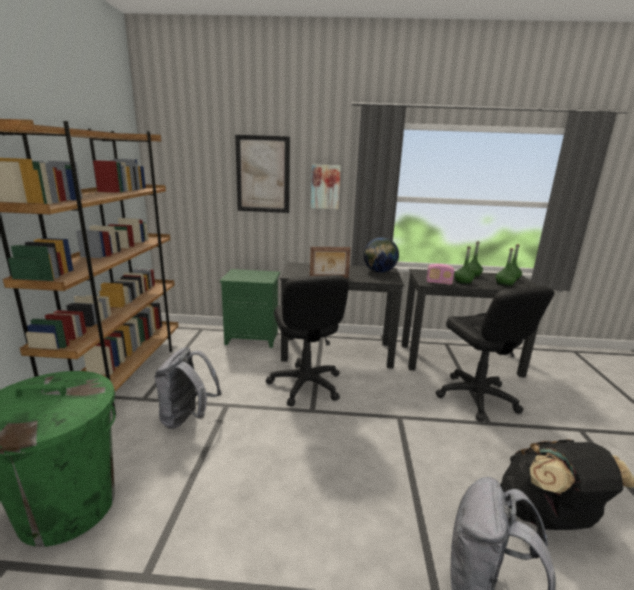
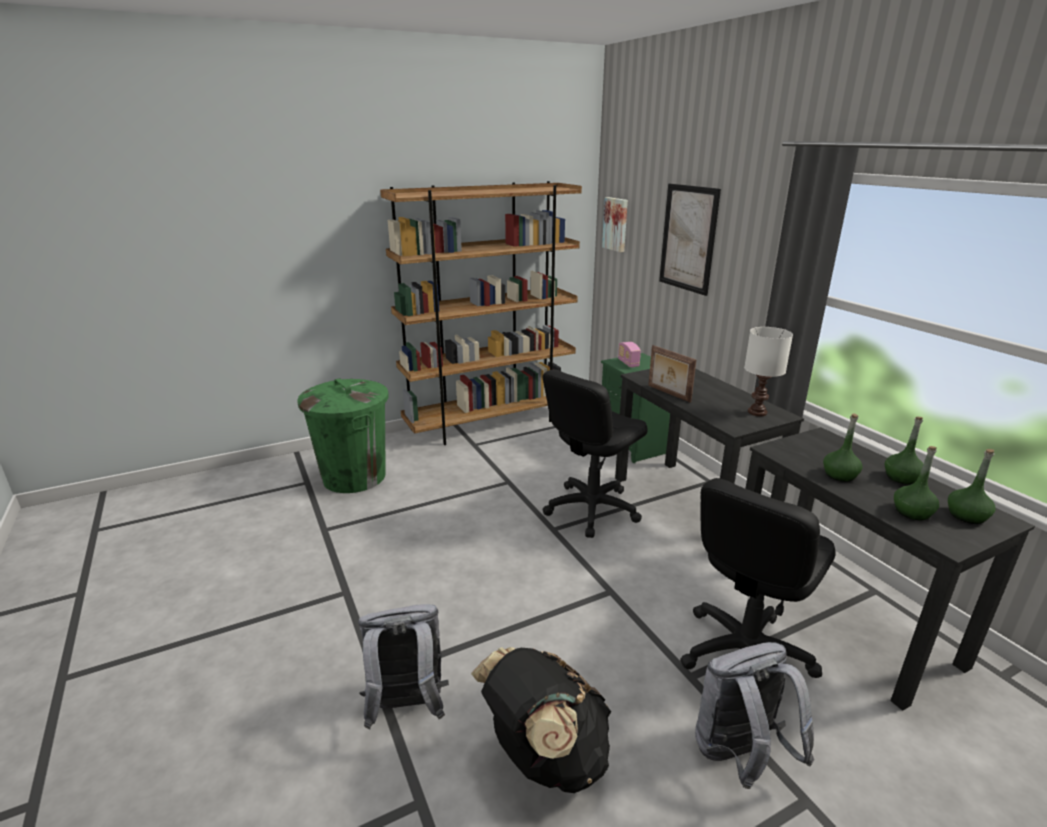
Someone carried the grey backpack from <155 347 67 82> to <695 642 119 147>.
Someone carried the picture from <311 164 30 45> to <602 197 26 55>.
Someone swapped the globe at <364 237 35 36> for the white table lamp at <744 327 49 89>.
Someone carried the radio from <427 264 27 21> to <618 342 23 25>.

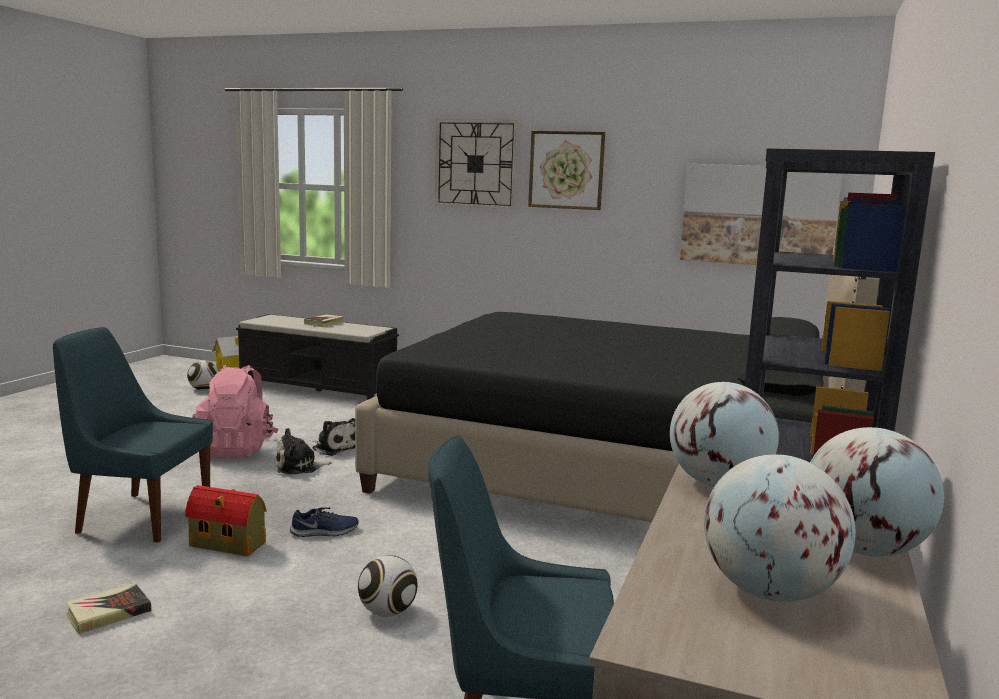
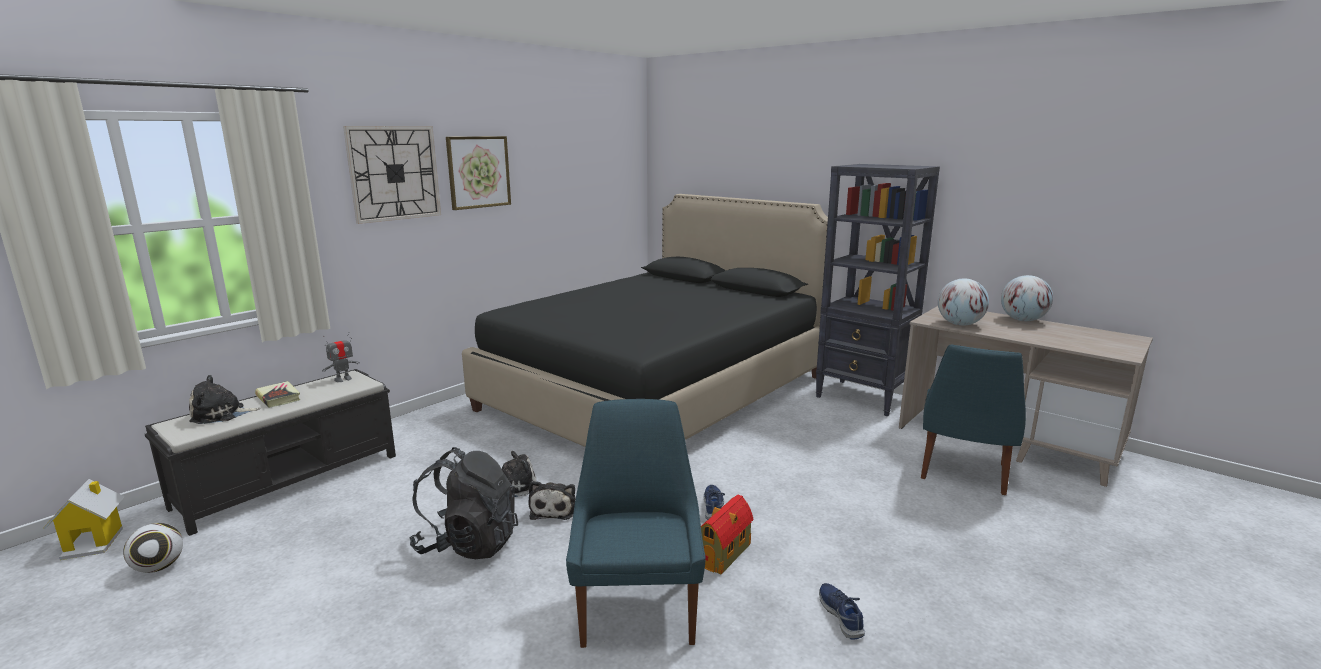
Someone rotated the blue chair at <53 327 160 216> by 150 degrees clockwise.
Someone swapped the book at <66 583 85 51> for the blue shoe at <819 583 46 57>.
Someone repainted the pink backpack at <192 365 86 93>, which became the black backpack at <409 447 109 112>.
Someone took away the football at <358 555 60 62>.
Someone took away the picture at <680 164 162 101>.
Someone took away the globe at <704 454 152 148>.
Someone put down the plush toy at <189 375 72 49>.
Someone put down the toy robot at <322 332 38 50>.

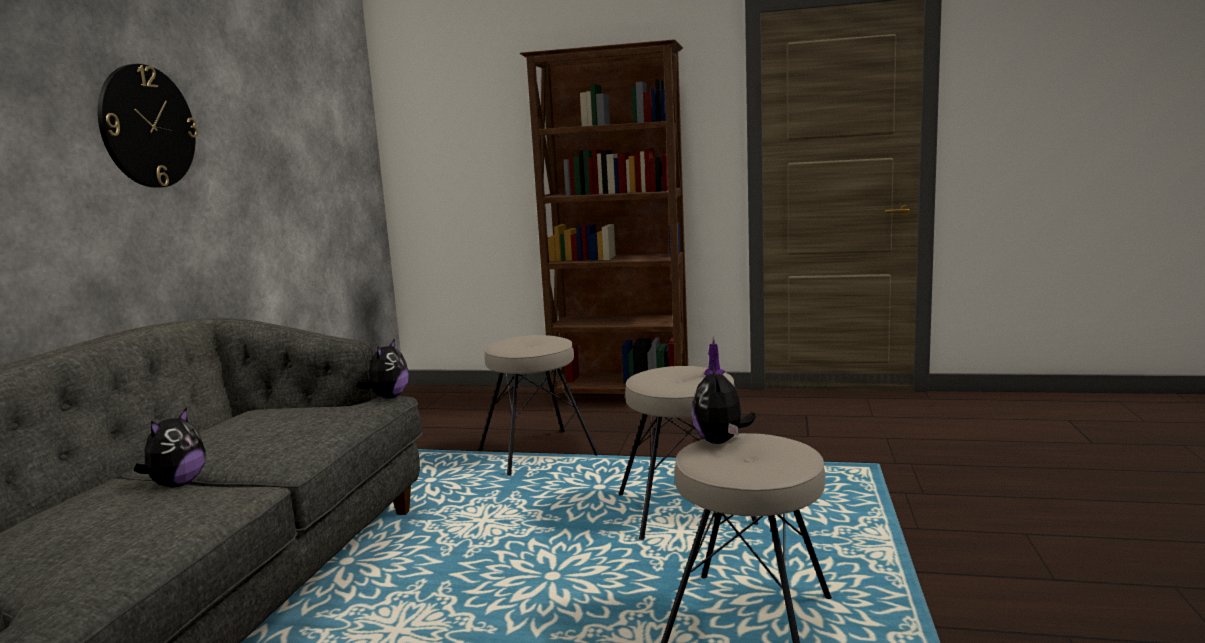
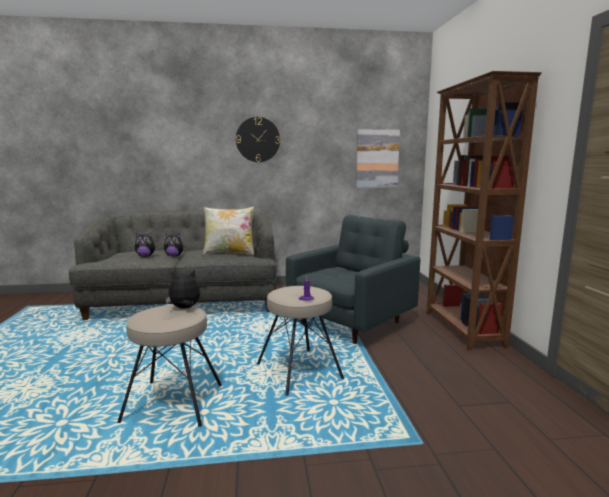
Someone carried the plush toy from <357 338 52 60> to <135 233 23 24>.
Someone swapped the beige stool at <479 335 120 141> for the grey armchair at <286 215 134 129>.
Someone put down the pillow at <203 206 51 49>.
Someone put up the picture at <356 129 44 59>.

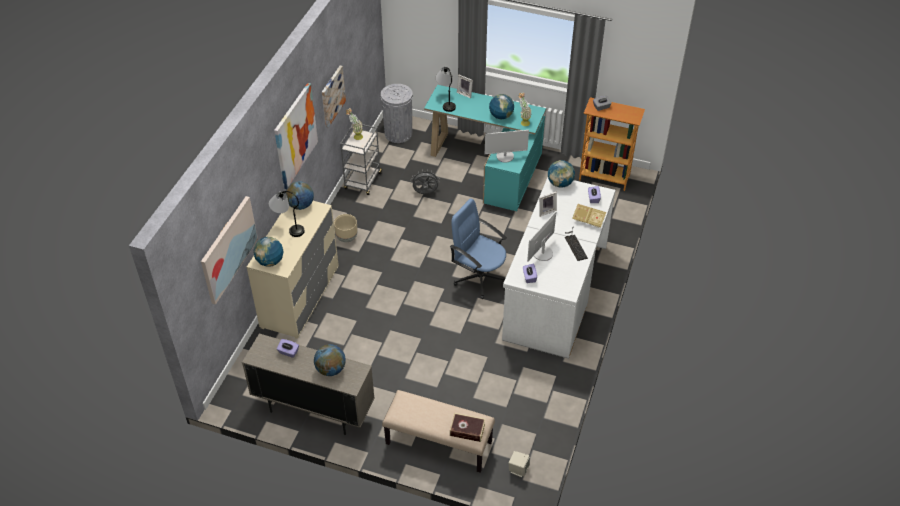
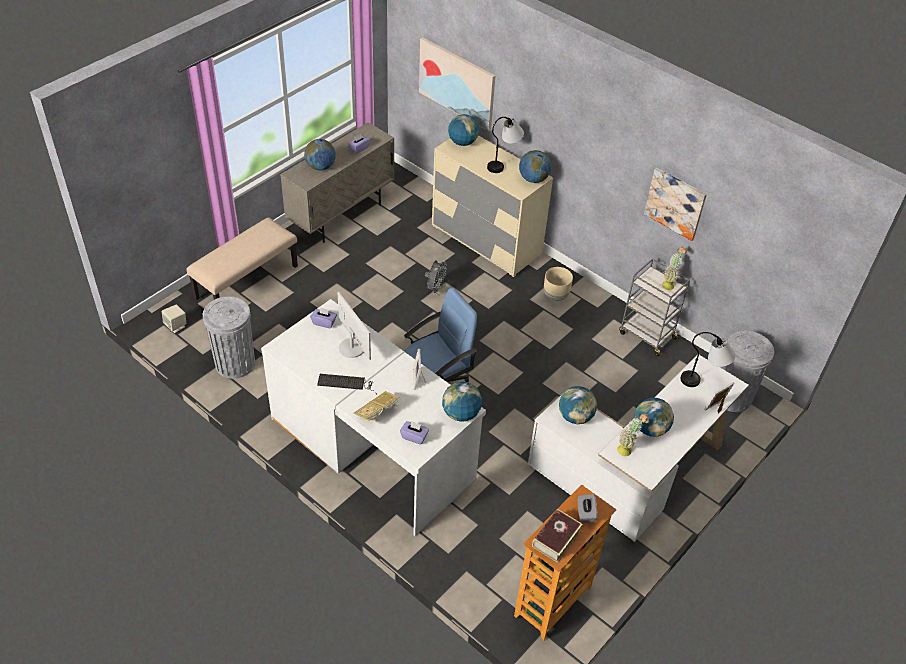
Someone took away the picture at <274 83 44 106>.
Someone carried the grey fan from <411 170 29 24> to <425 260 22 35>.
Someone repainted the turquoise desk at <424 85 122 126>, which became the white desk at <528 354 221 188>.
Someone carried the book from <450 413 35 29> to <532 509 51 54>.
Someone swapped the monitor at <485 130 44 33> for the globe at <559 386 38 38>.
Someone put down the grey trash can at <203 296 52 83>.

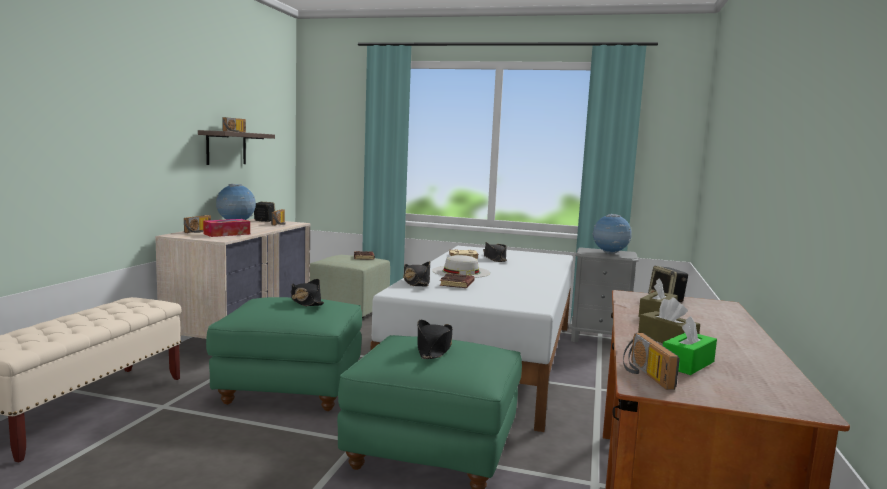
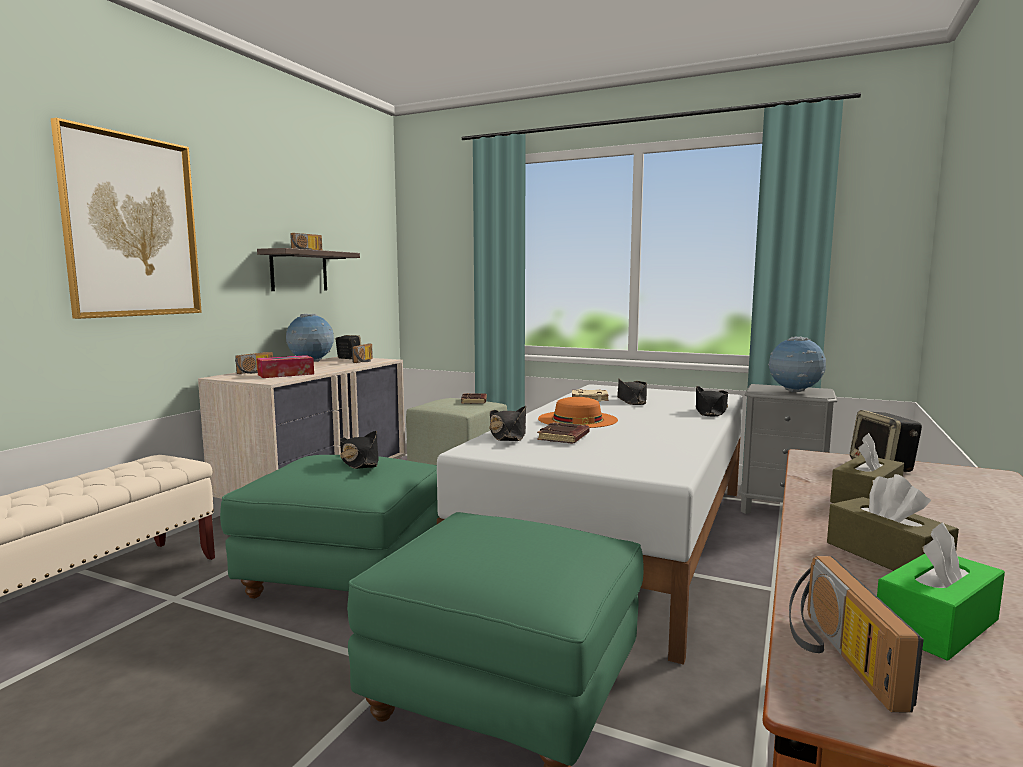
Someone carried the black hat from <418 320 34 39> to <696 386 32 30>.
Someone repainted the white hat at <432 255 59 23>, which became the orange hat at <538 397 80 31>.
Someone put up the picture at <51 118 151 201>.

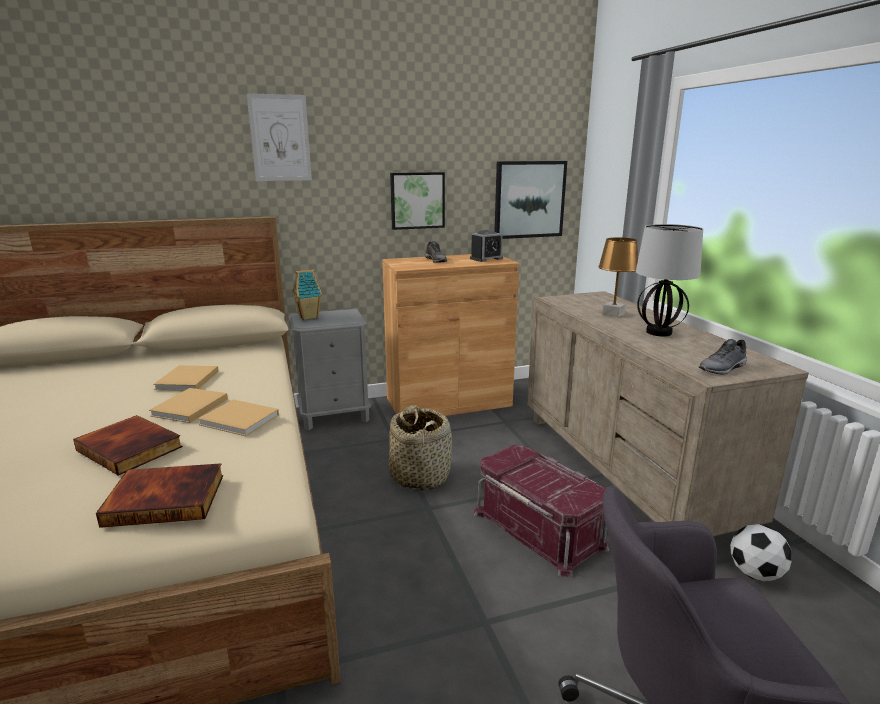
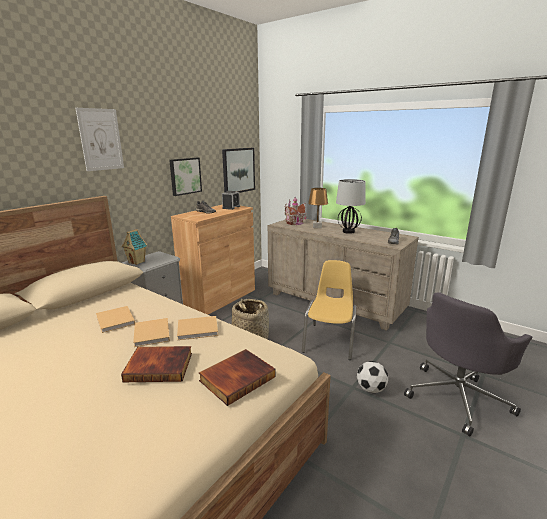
Someone swapped the red storage box at <474 445 135 133> for the yellow chair at <302 260 54 100>.
Someone carried the football from <730 524 62 57> to <357 361 31 32>.
Someone put down the toy house at <285 197 21 28>.

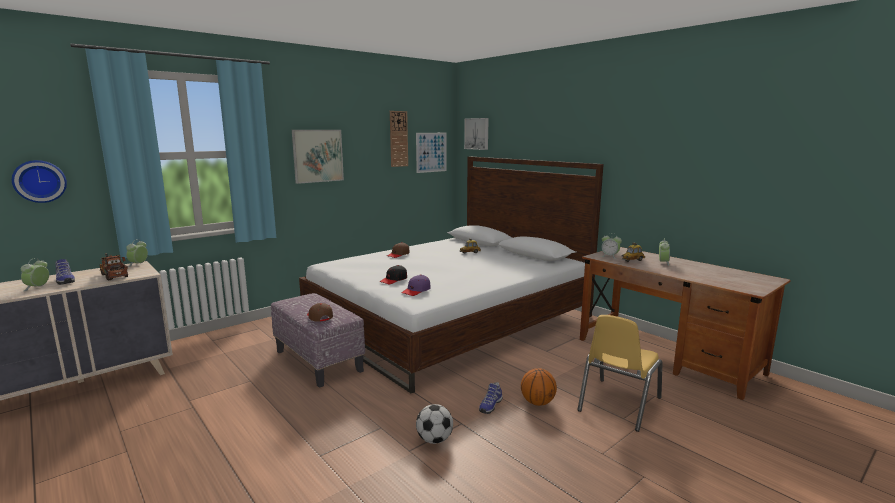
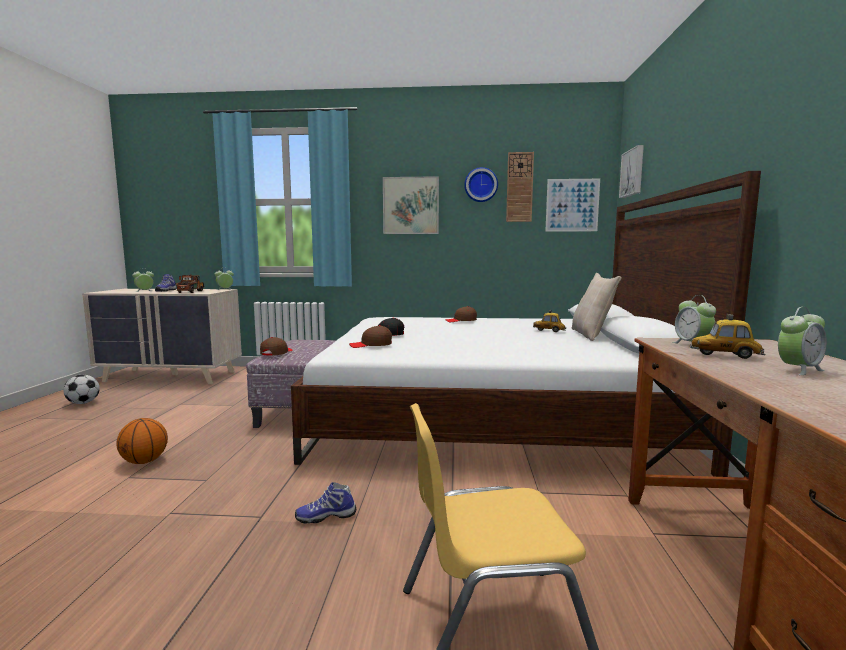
Someone carried the wall clock from <12 160 55 43> to <464 167 34 35>.
Someone repainted the purple cap at <402 275 29 21>, which became the brown cap at <349 325 43 23>.
Someone carried the football from <416 404 37 40> to <63 375 37 29>.
Someone carried the basketball from <521 368 36 38> to <116 418 52 46>.
Someone put down the beige pillow at <572 273 49 68>.

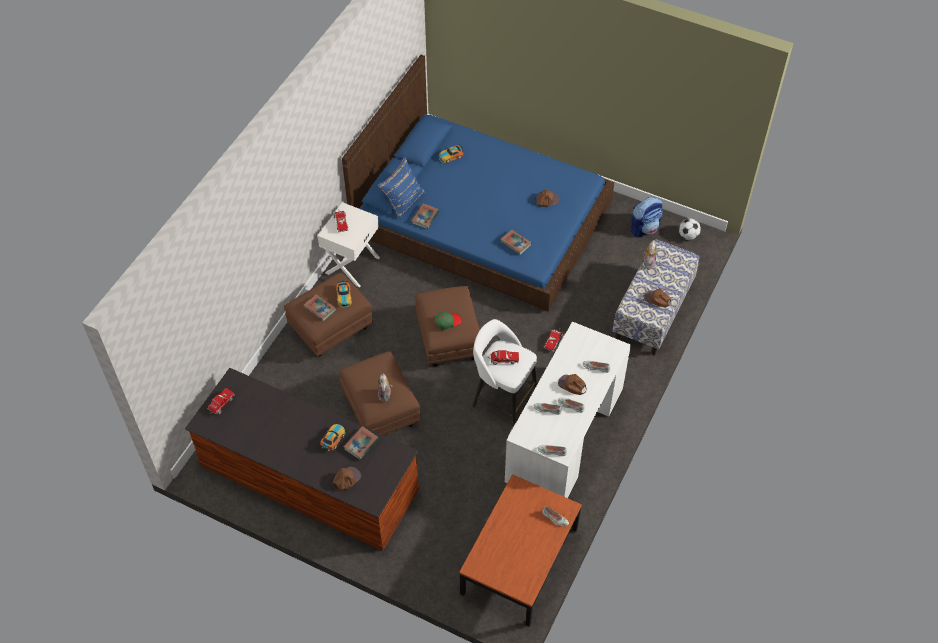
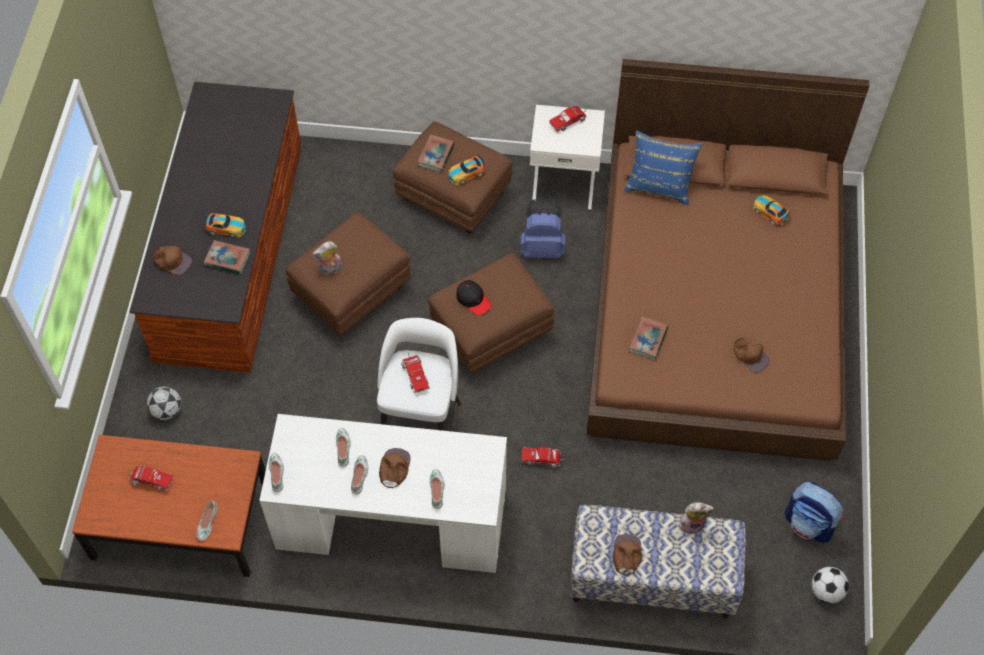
Someone carried the toy truck from <208 388 27 27> to <128 465 46 25>.
Someone repainted the blue bed at <342 55 272 257>, which became the brown bed at <586 59 283 402>.
Someone took away the book at <411 203 28 26>.
Someone repainted the green cap at <435 312 26 18>, which became the black cap at <456 280 35 35>.
Someone put down the football at <147 387 34 33>.
Someone put down the blue backpack at <520 199 46 59>.

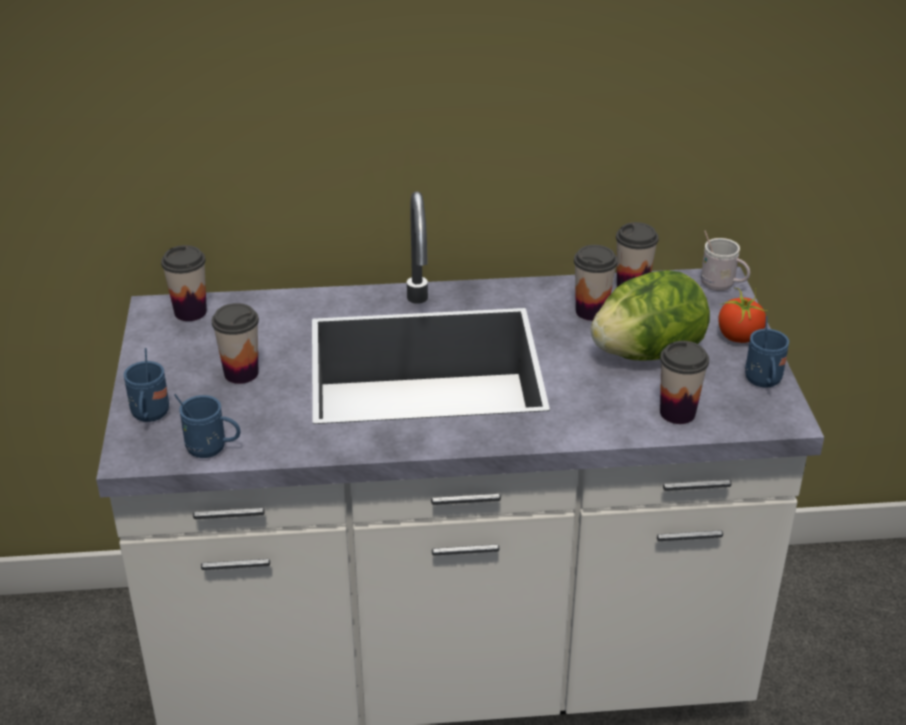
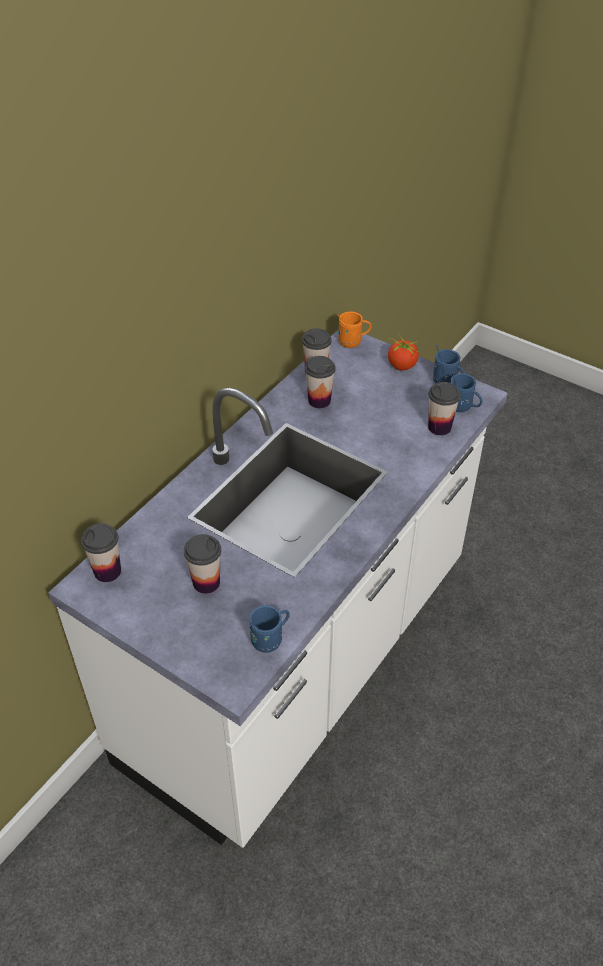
Someone carried the blue mug from <124 348 45 74> to <450 369 32 43>.
Someone took away the lettuce at <591 270 119 90>.
Someone repainted the white mug at <701 230 49 61>, which became the orange mug at <337 311 34 37>.

